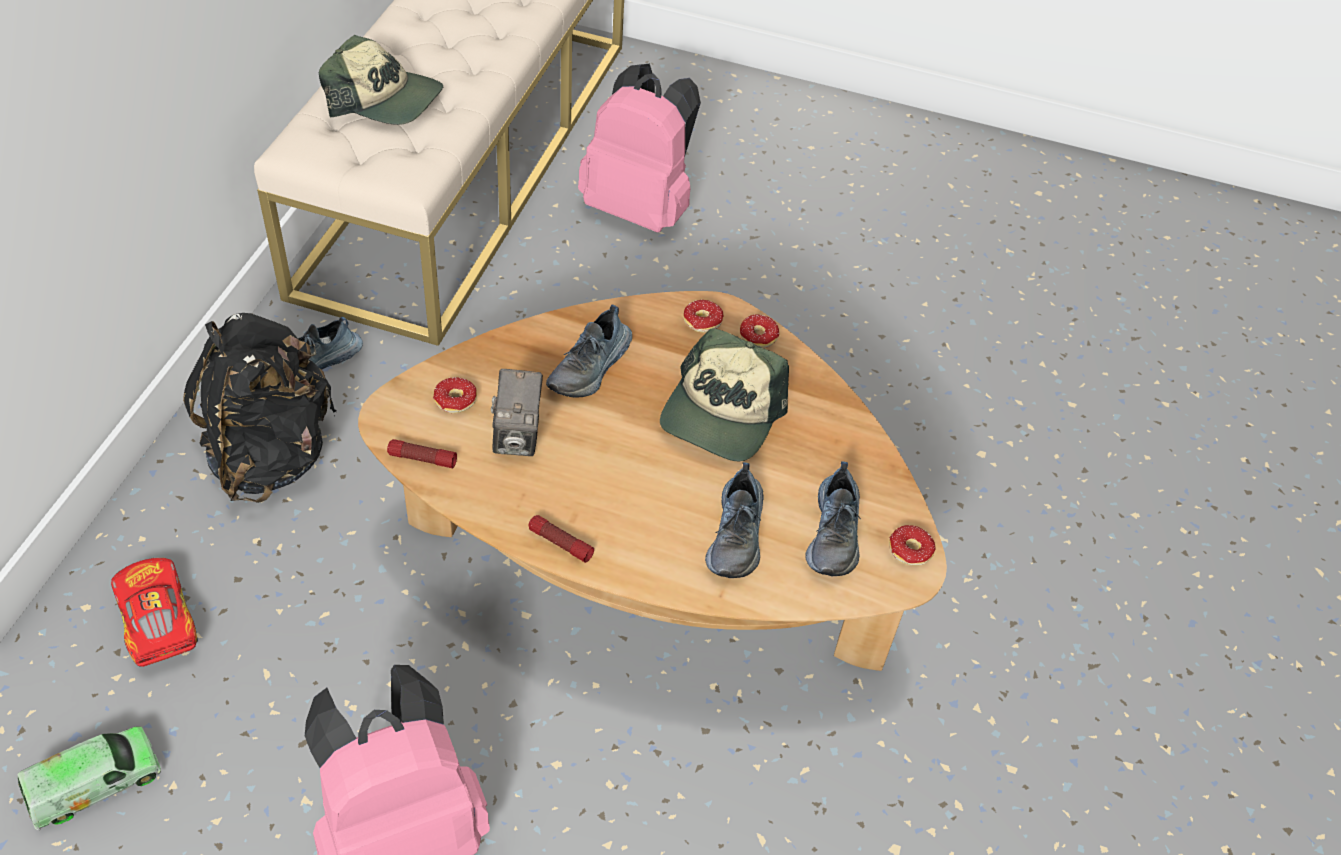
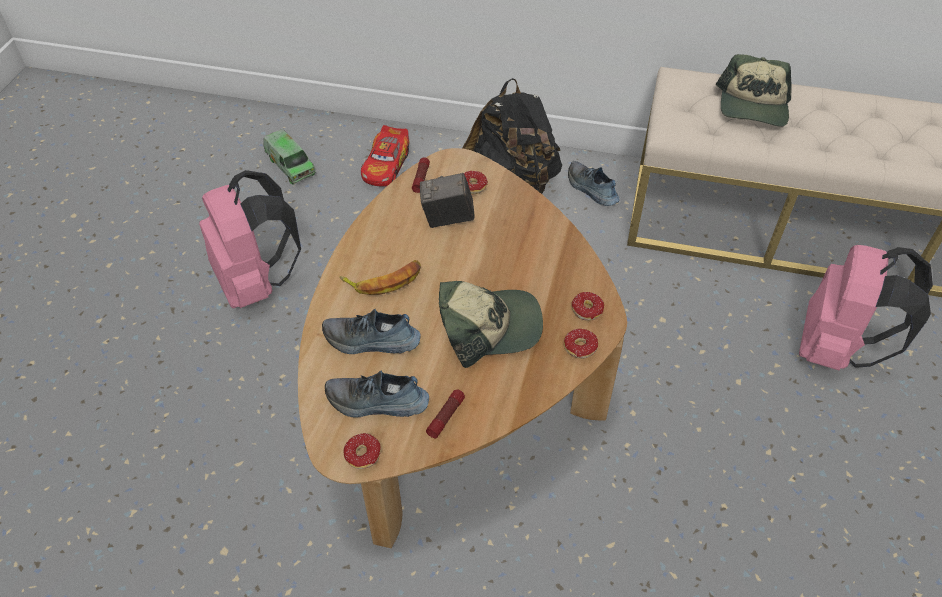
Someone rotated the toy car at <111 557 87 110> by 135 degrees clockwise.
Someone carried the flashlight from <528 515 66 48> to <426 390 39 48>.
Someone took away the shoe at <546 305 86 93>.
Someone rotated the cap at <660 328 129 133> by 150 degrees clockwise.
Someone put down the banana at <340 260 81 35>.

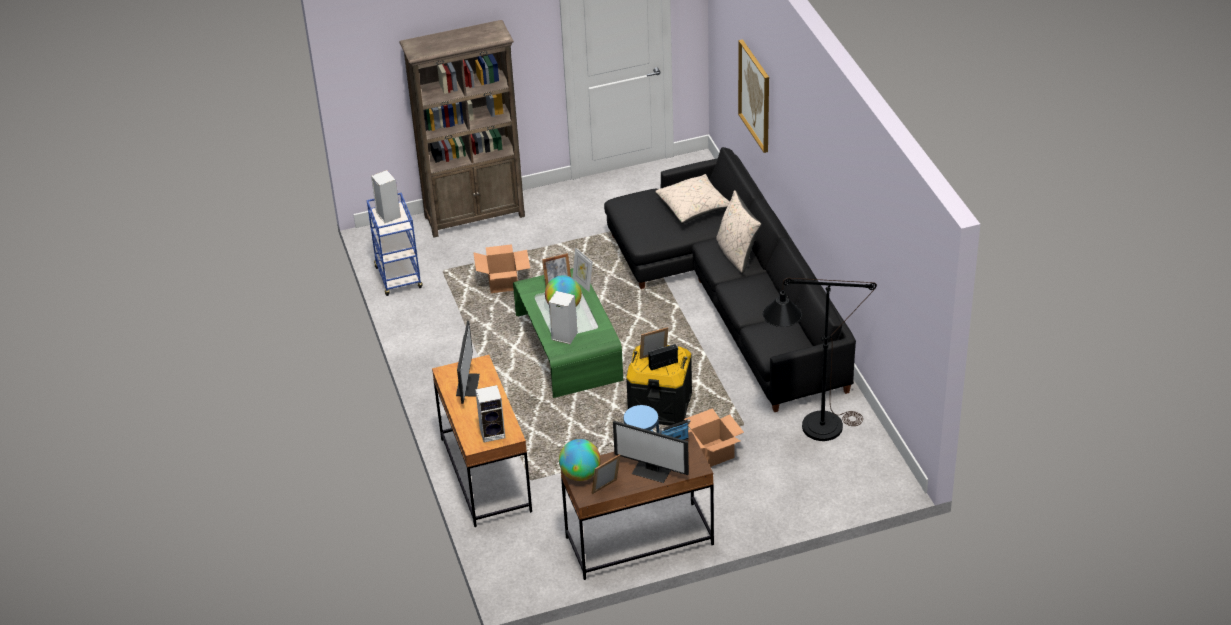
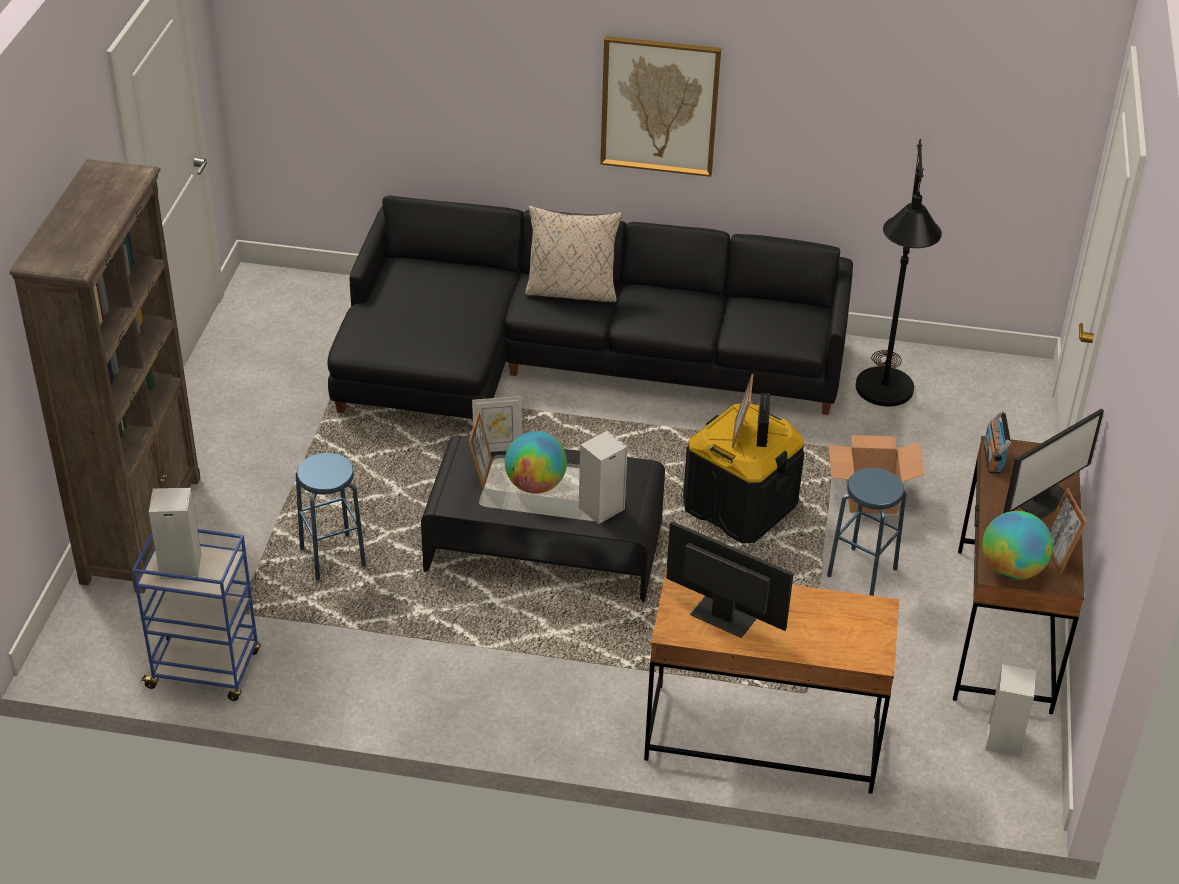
Someone swapped the cardboard box at <473 244 57 49> for the blue stool at <296 453 70 128>.
Someone carried the speaker from <475 385 30 58> to <985 664 52 93>.
Someone repainted the green coffee table at <513 268 110 130>, which became the black coffee table at <421 435 244 167>.
Someone took away the beige pillow at <655 174 75 50>.
Someone carried the picture from <738 39 31 114> to <600 36 121 141>.

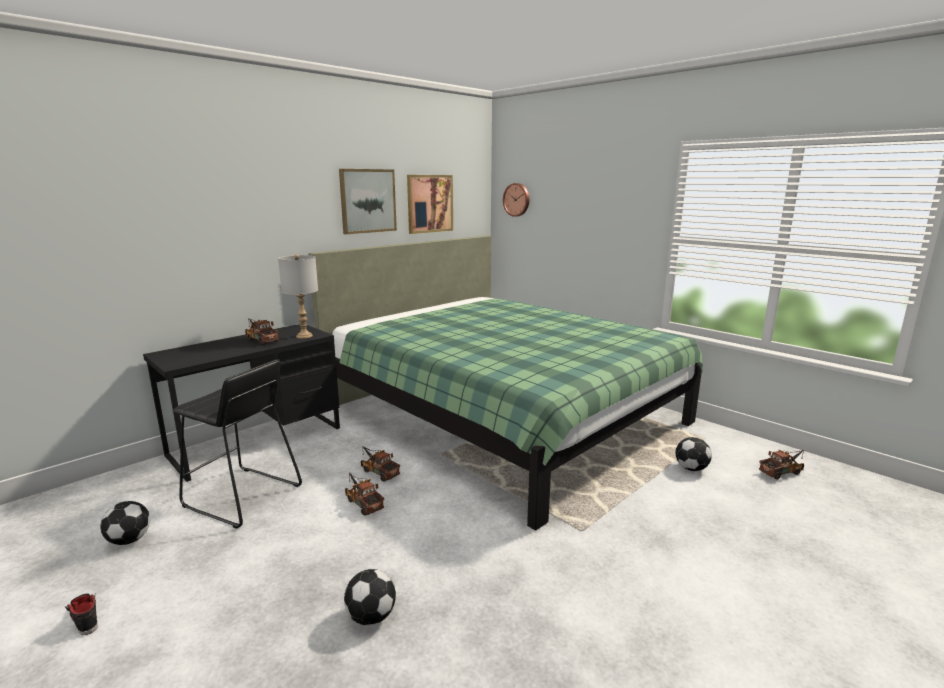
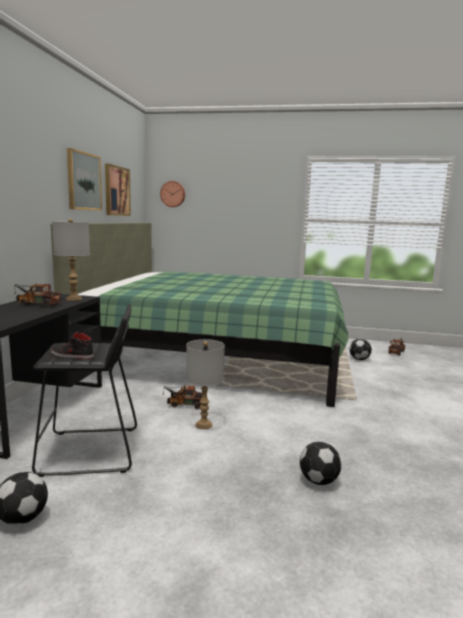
Someone carried the black shoe from <65 593 33 42> to <51 332 43 27>.
Someone swapped the toy truck at <345 472 39 43> for the grey table lamp at <186 339 39 90>.

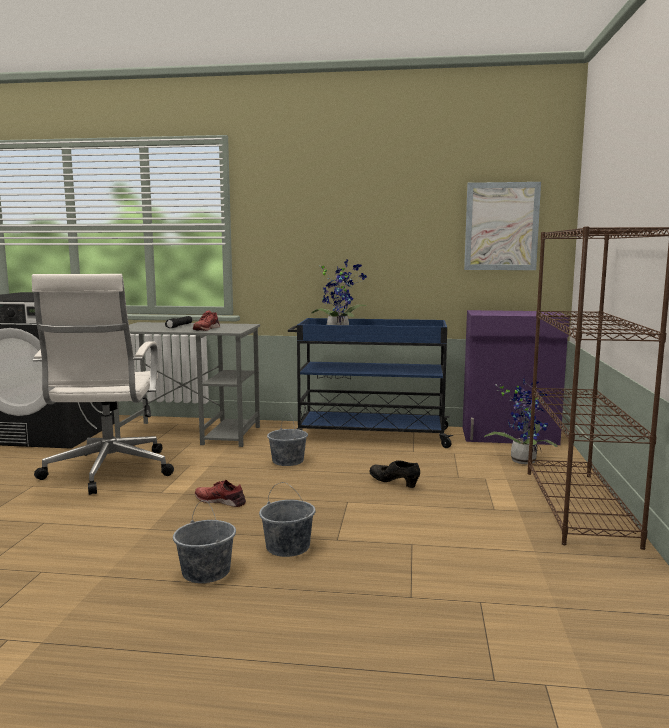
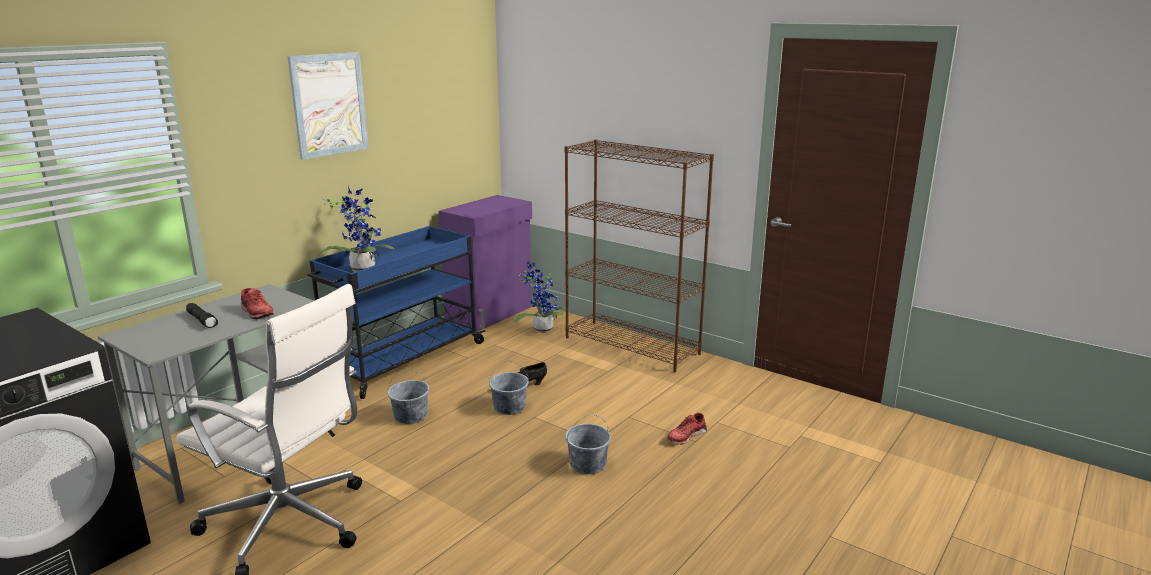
Someone carried the grey bucket from <173 500 63 83> to <489 361 40 54>.
Someone carried the red shoe from <195 480 51 27> to <667 413 40 32>.
Someone carried the picture from <464 182 77 88> to <287 52 82 108>.

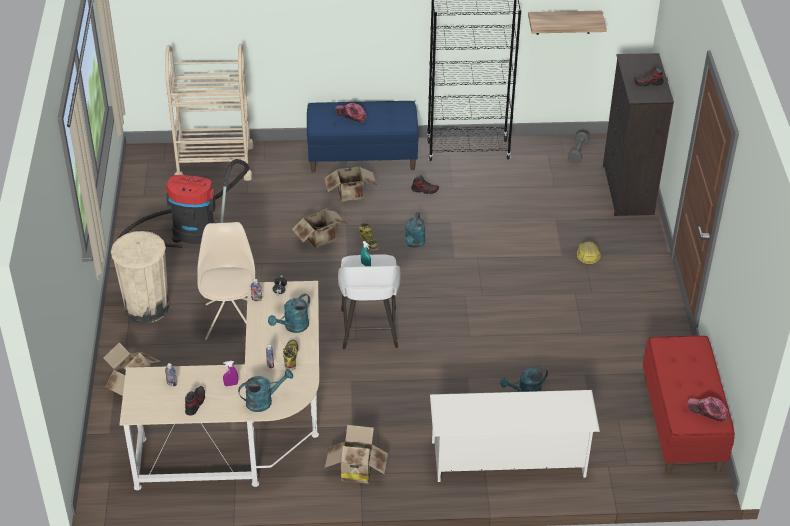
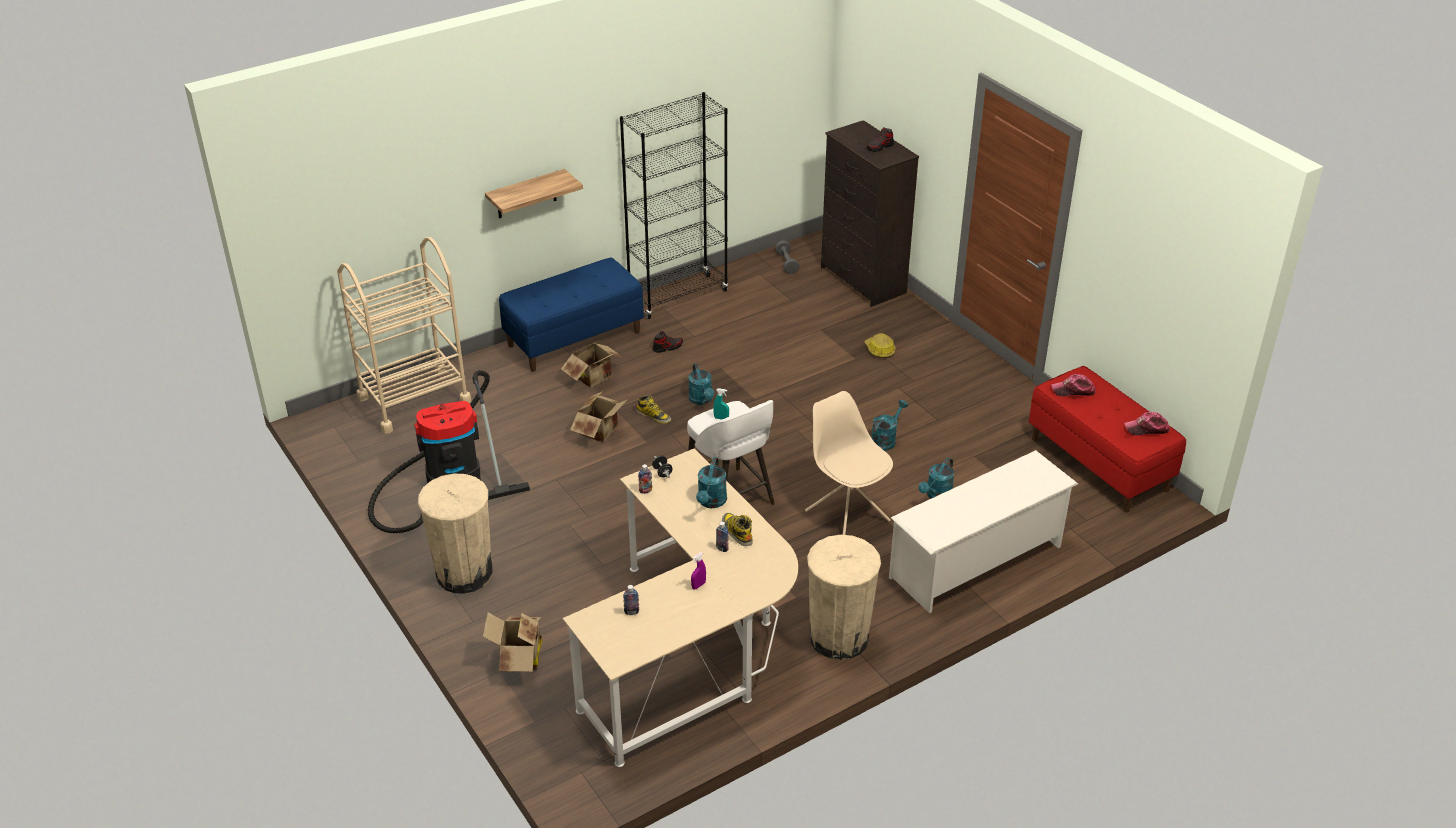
Someone took away the shoe at <185 386 20 30>.
Someone carried the beige chair from <197 222 58 118> to <805 391 88 144>.
Someone carried the turquoise watering can from <238 369 55 43> to <871 400 37 51>.
Someone swapped the cardboard box at <325 425 63 59> for the beige trash can at <807 535 74 125>.
Someone carried the cap from <335 103 32 19> to <1051 374 45 22>.
Someone carried the shelf from <528 11 79 24> to <485 169 98 49>.

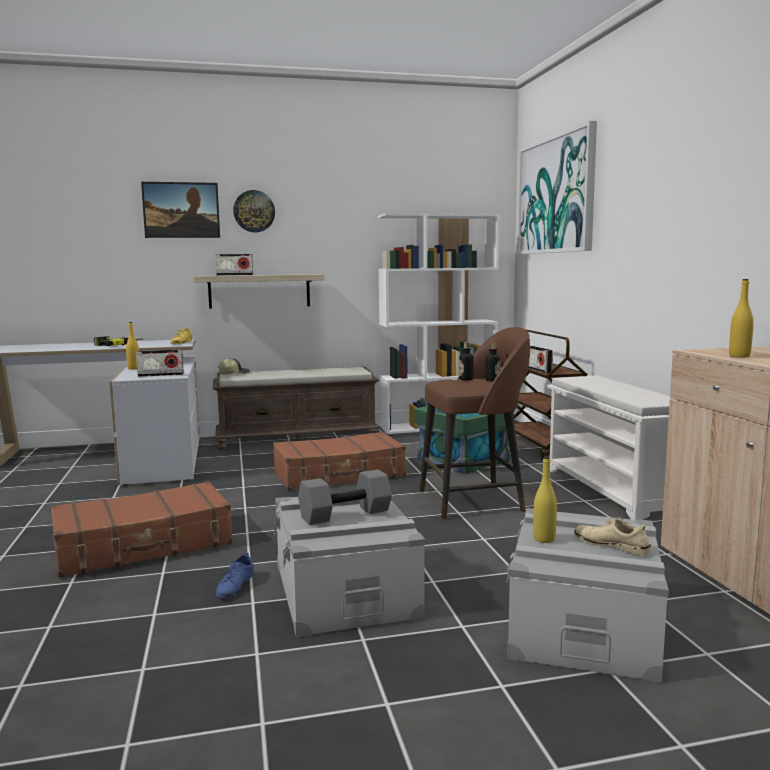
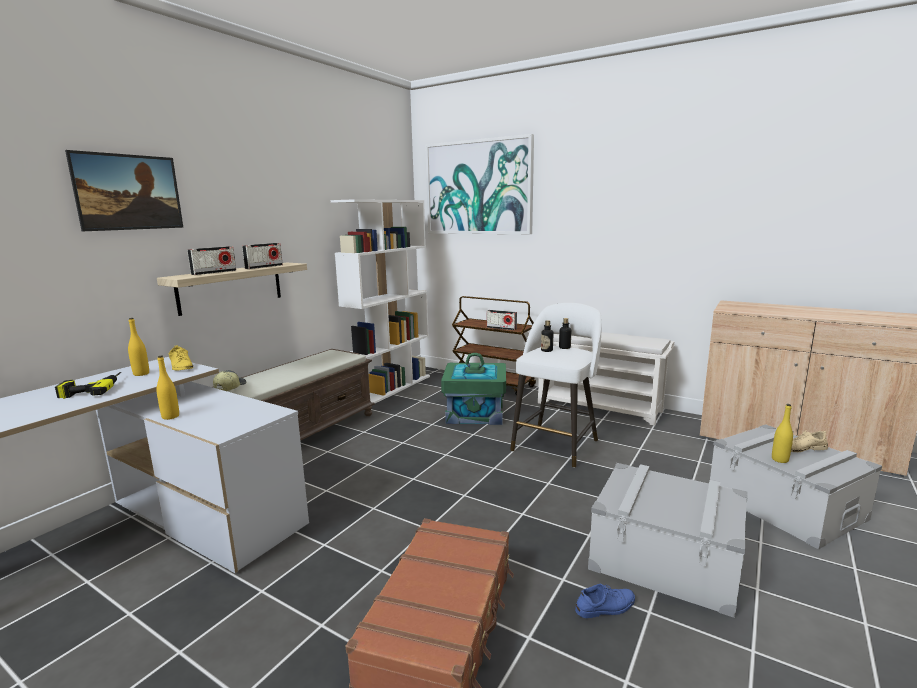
Someone carried the radio from <136 350 48 27> to <242 243 41 26>.
Someone rotated the blue shoe at <216 553 38 45> by 75 degrees counterclockwise.
Someone took away the wall clock at <233 190 42 42>.
Someone took away the brown suitcase at <273 432 133 59>.
Someone took away the grey dumbbell at <298 469 94 56>.
Someone repainted the brown stool at <420 327 110 192>, which became the white stool at <510 303 92 165>.
Someone carried the yellow bottle from <729 279 25 79> to <128 318 21 58>.

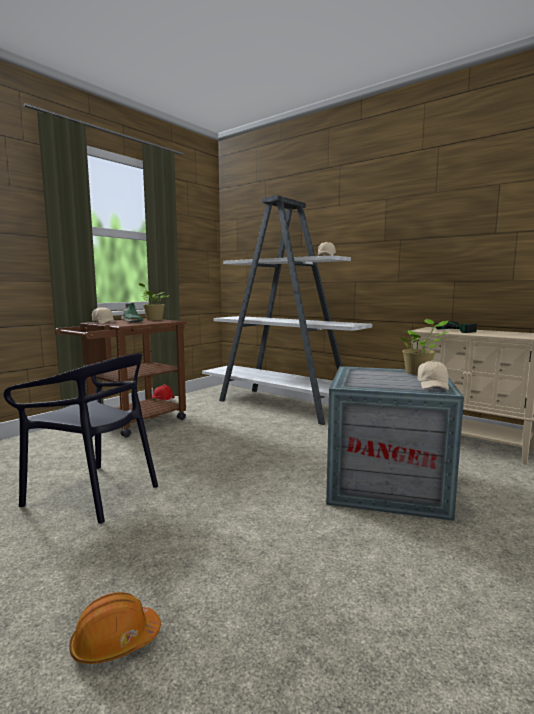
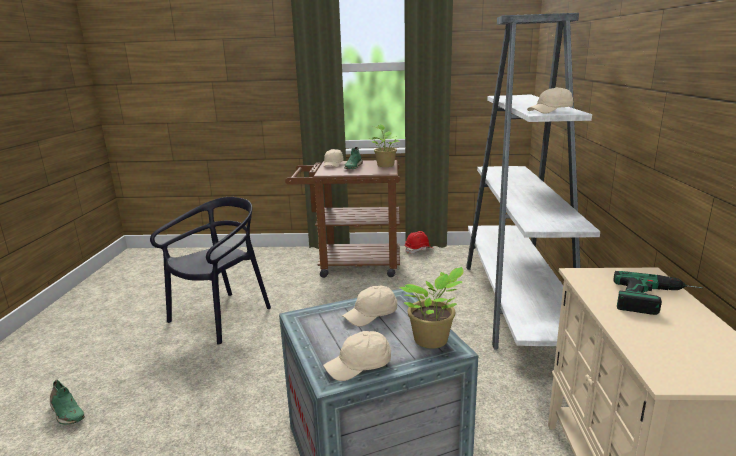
Someone rotated the black chair at <4 354 154 170> by 135 degrees counterclockwise.
Someone swapped the orange hard hat at <69 592 92 72> for the green shoe at <50 380 35 44>.
Someone put down the beige cap at <342 286 55 41>.

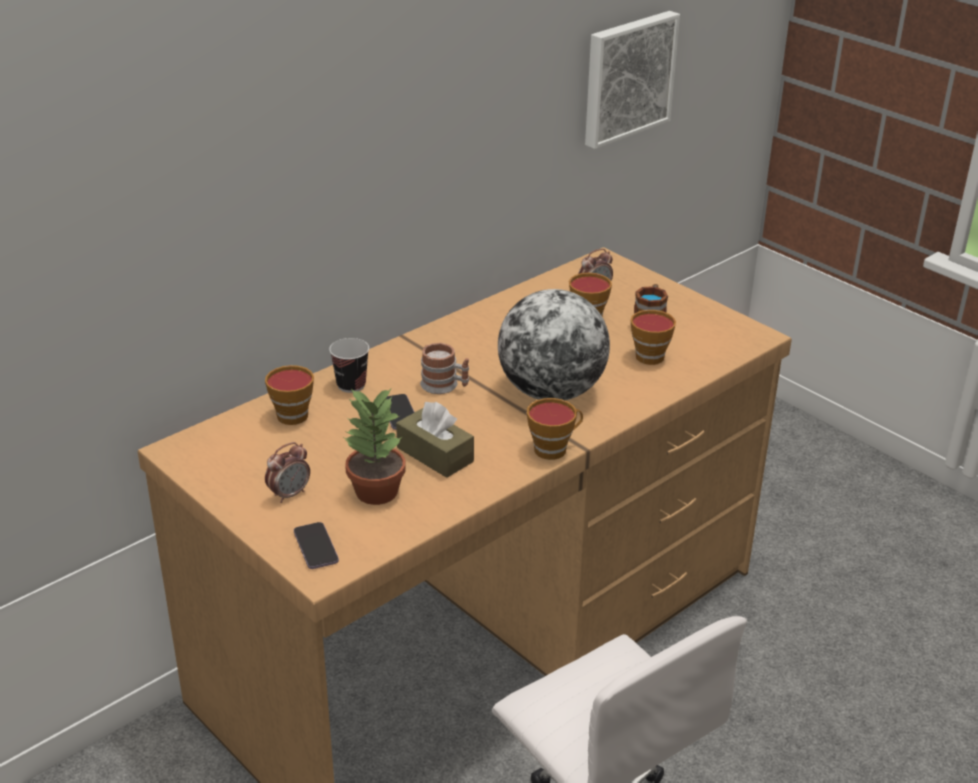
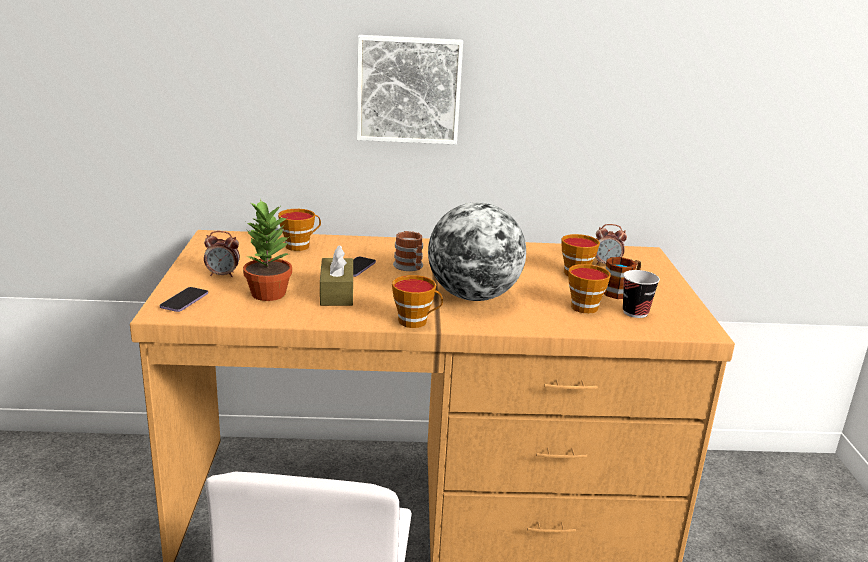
Someone carried the cup from <329 338 40 55> to <623 270 37 48>.
Someone carried the picture from <585 11 95 138> to <357 35 106 109>.

